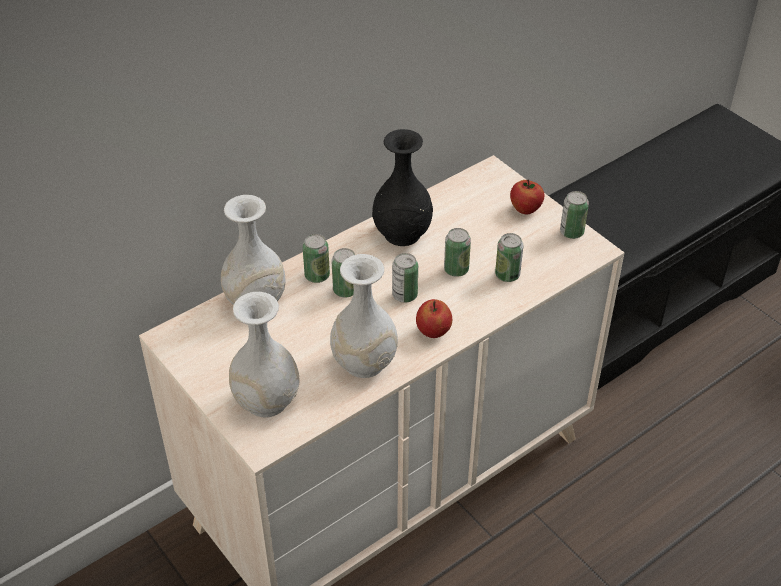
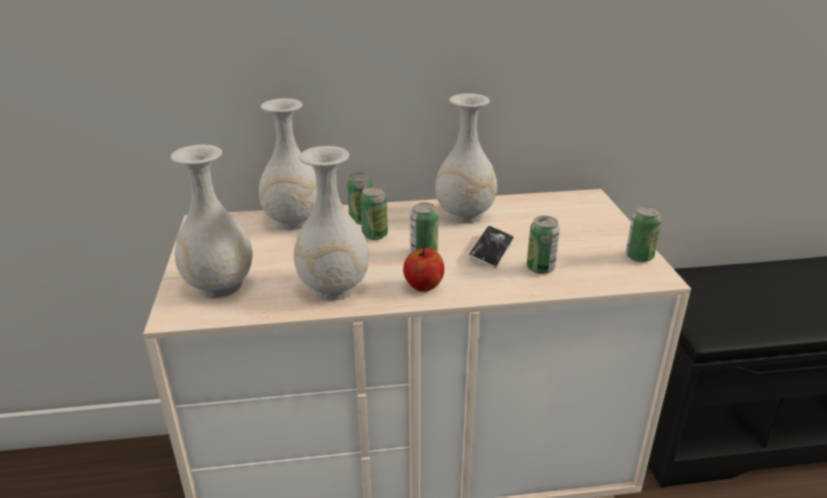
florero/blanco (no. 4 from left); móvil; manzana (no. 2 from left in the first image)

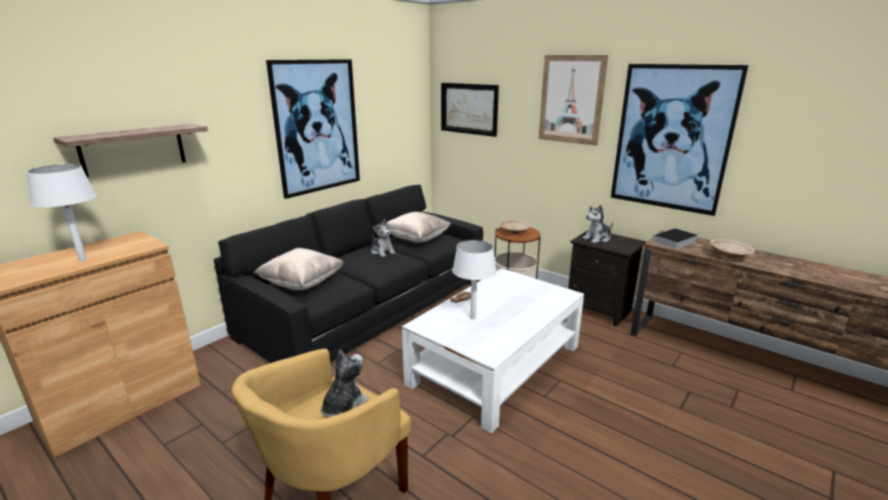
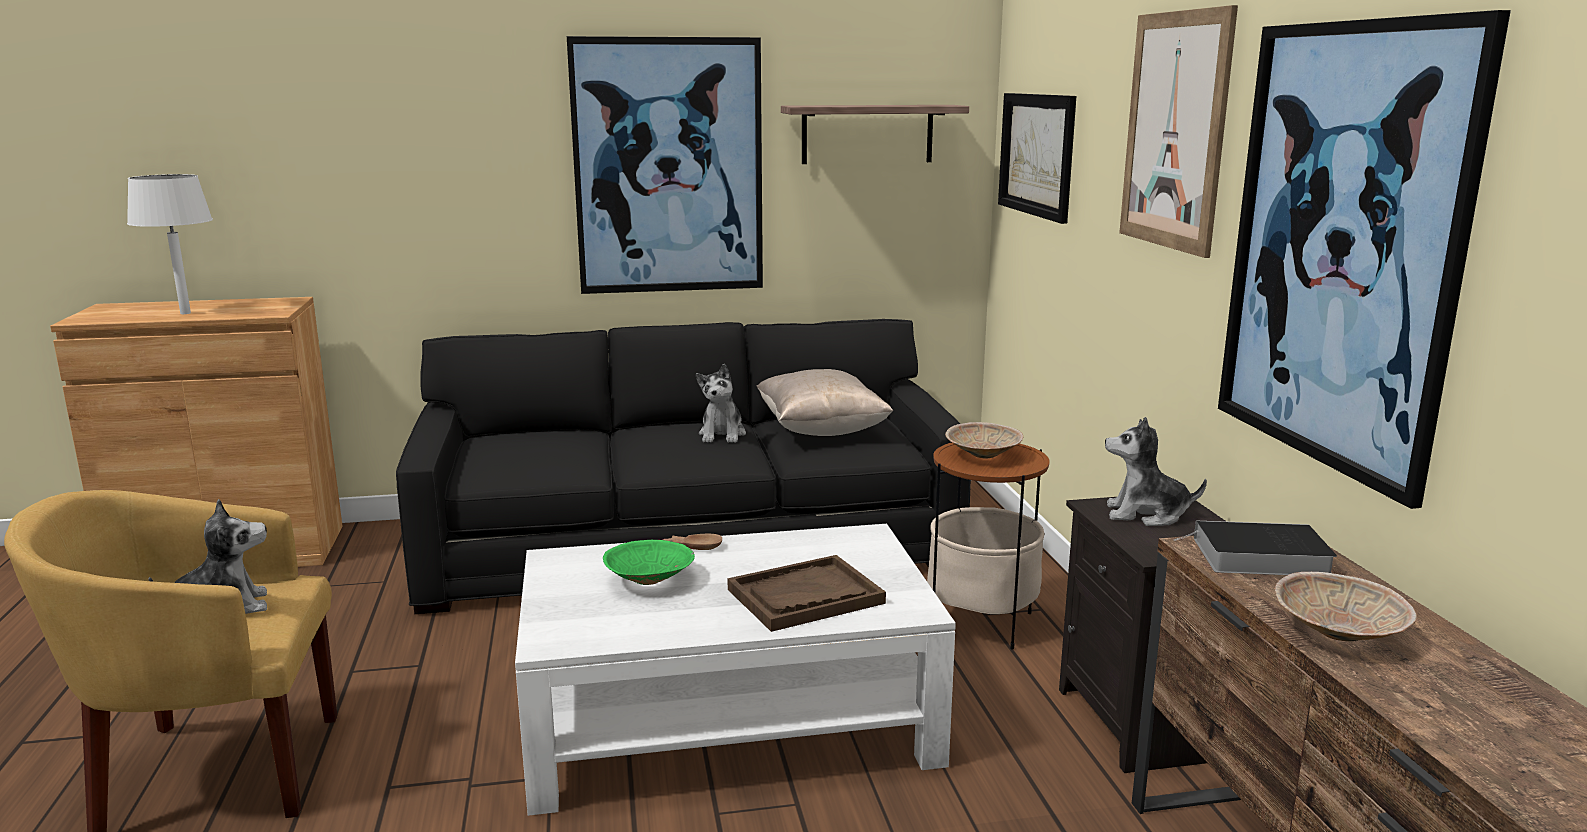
cuenco/verde; bandeja/marrón; estante; cojín/beis (no. 1 from left in the first image)

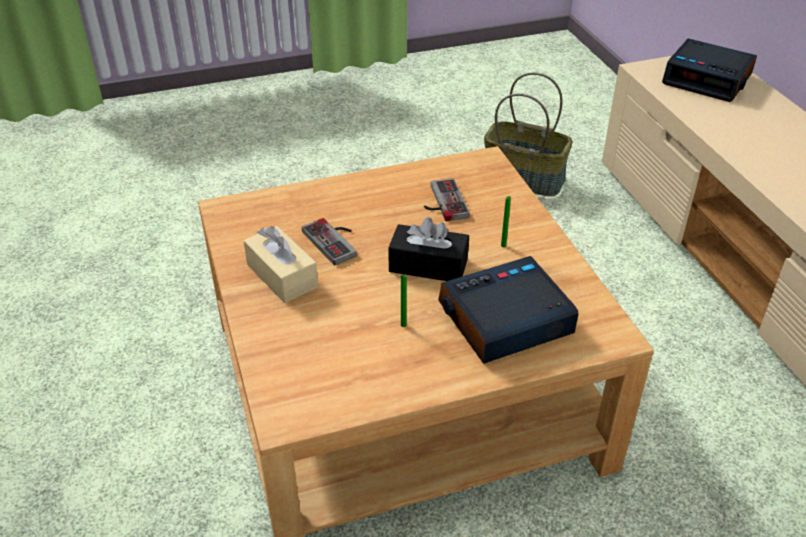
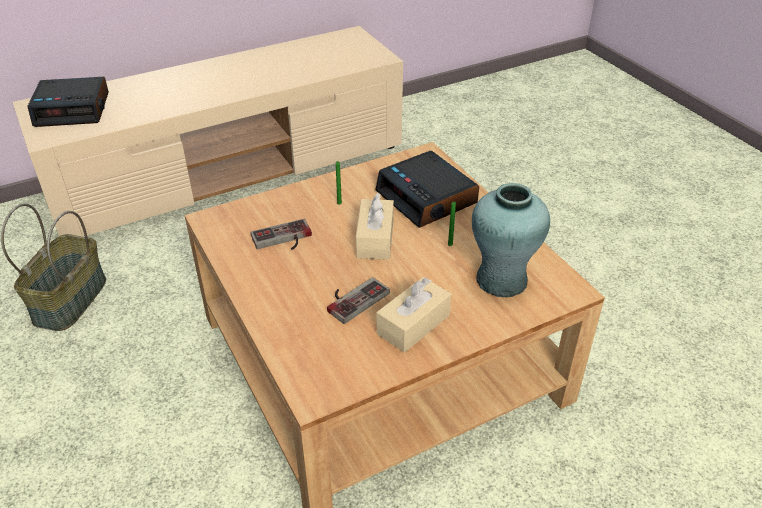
despertador (no. 1 from left); caja de pañuelos/beis (no. 1 from left); florero/turquesa

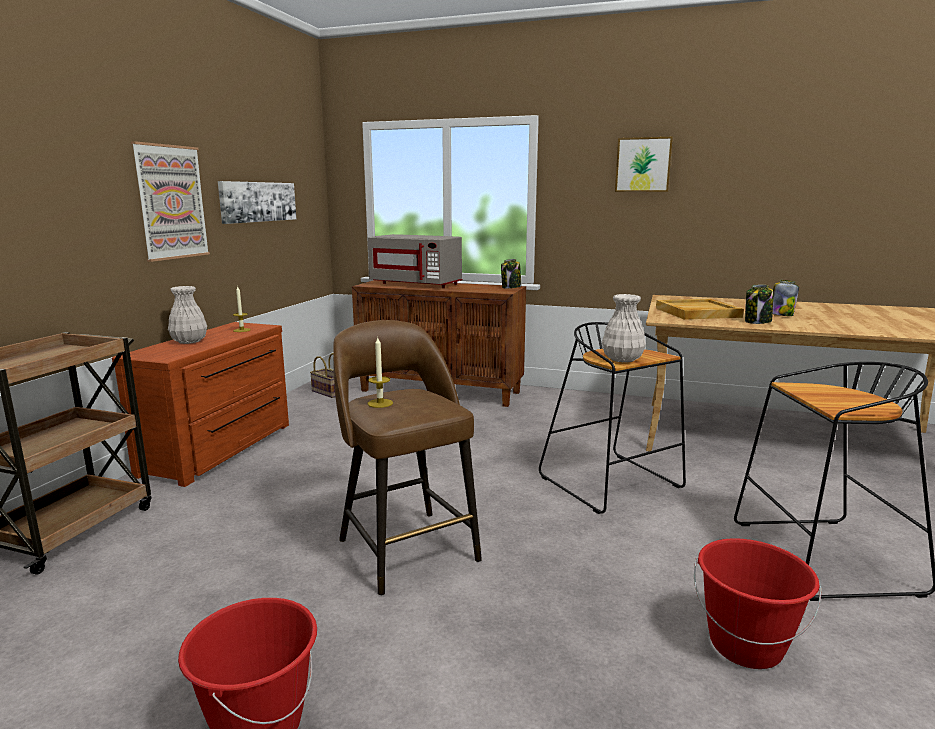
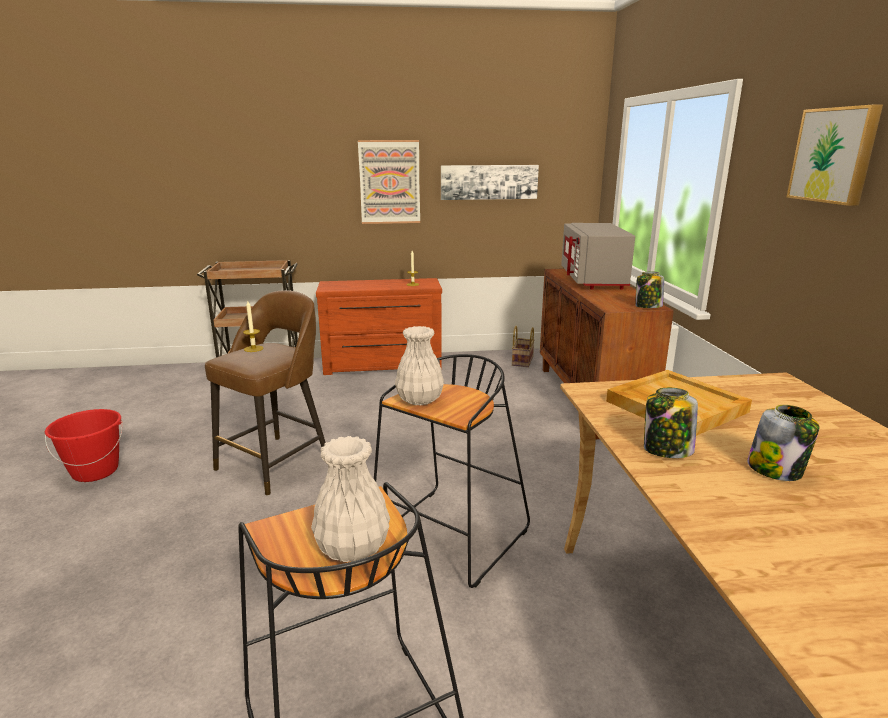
florero/blanco (no. 1 from left); cubo/rojo (no. 2 from left in the first image)

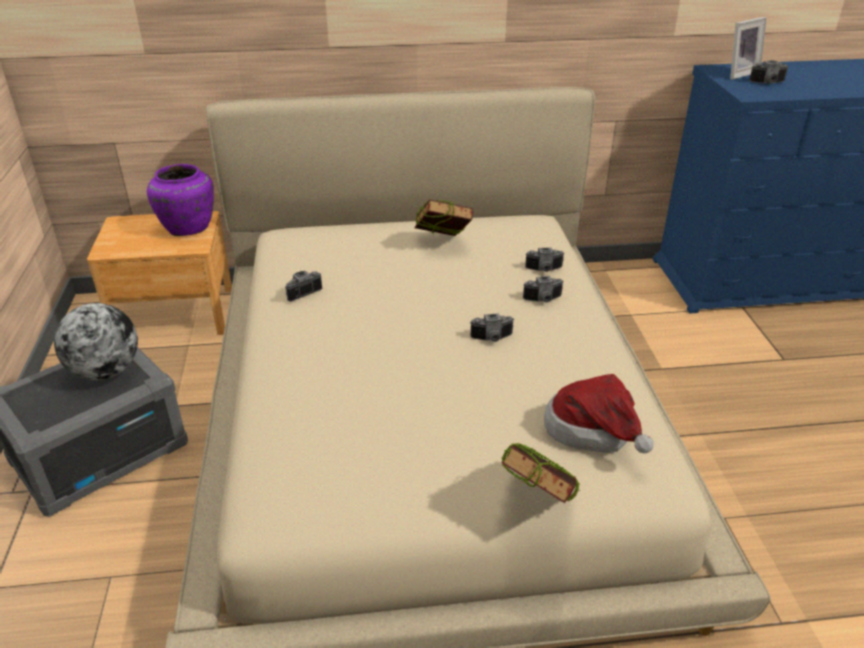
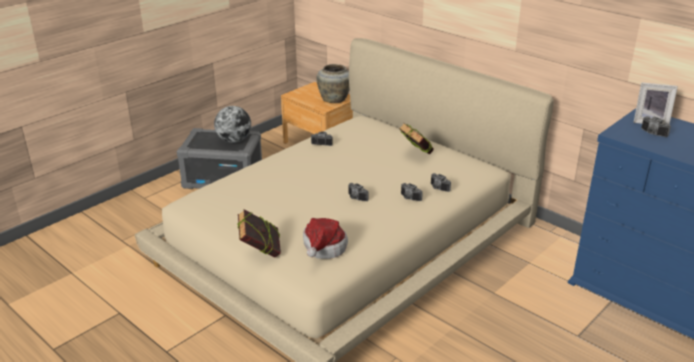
florero/beis

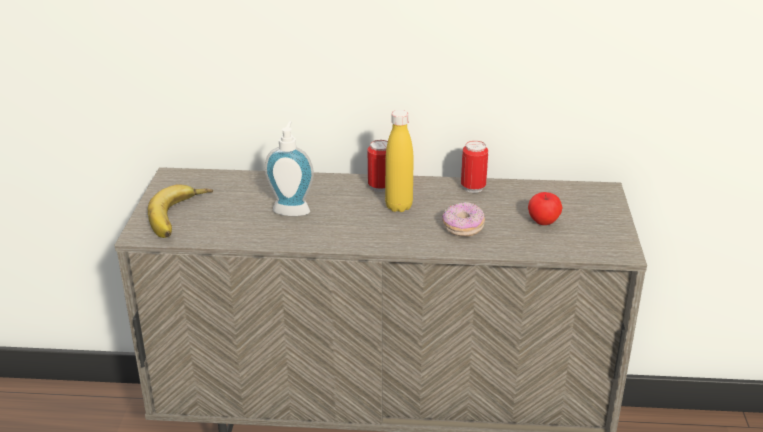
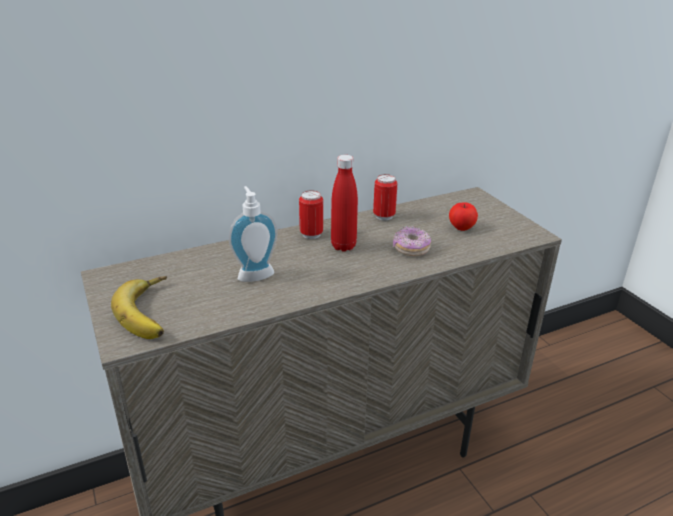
botella/rojo

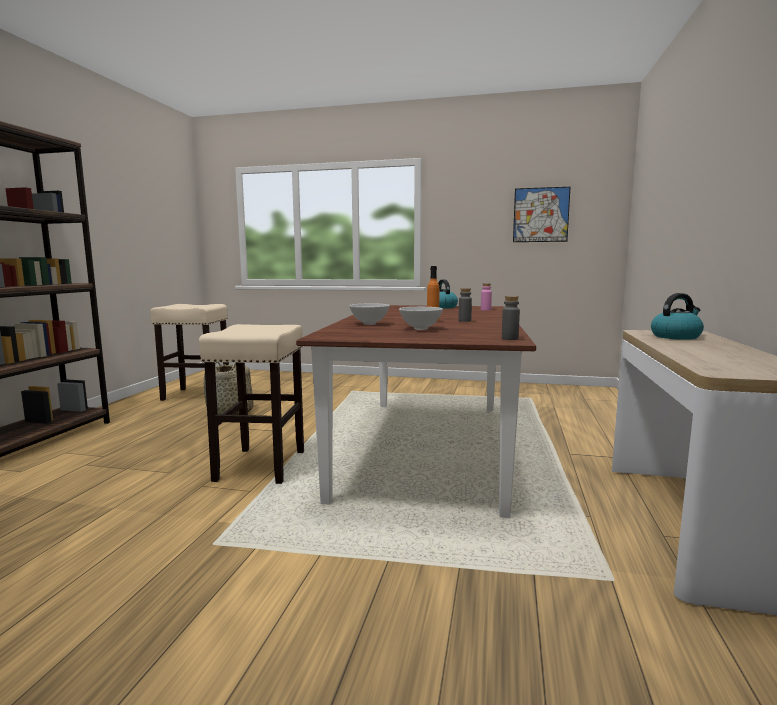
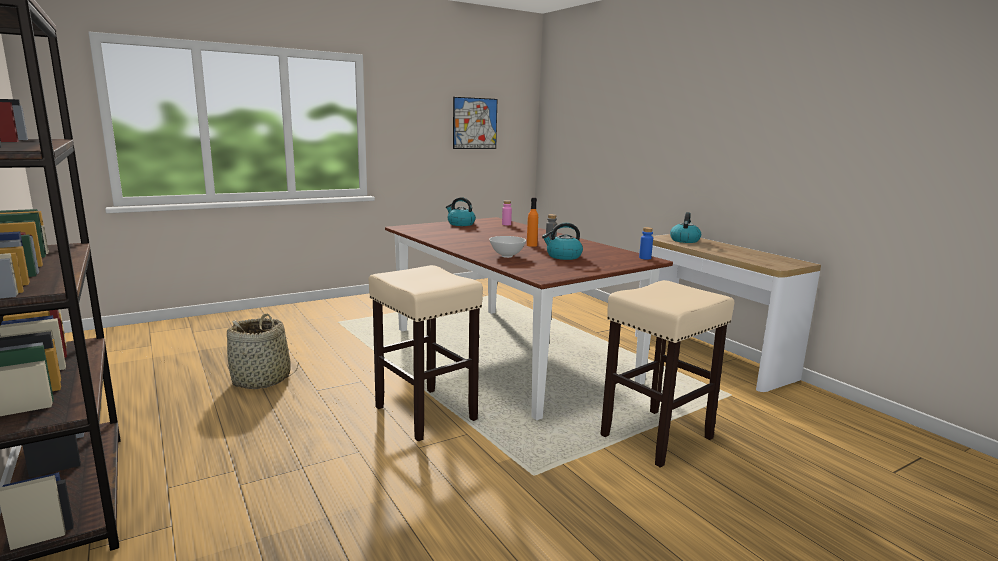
hervidor (no. 2 from left); taburete/beis (no. 2 from left); botella/azul

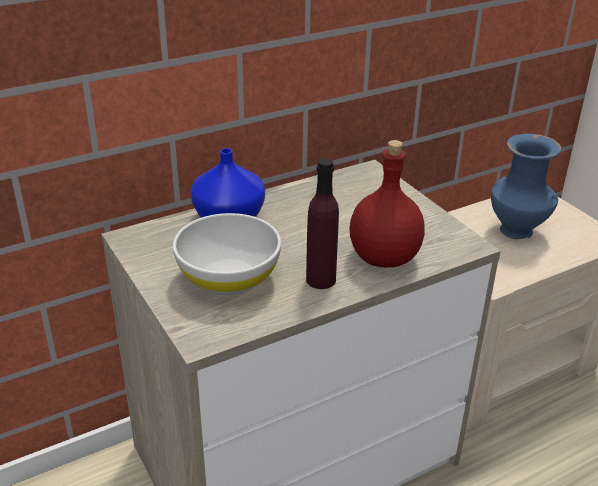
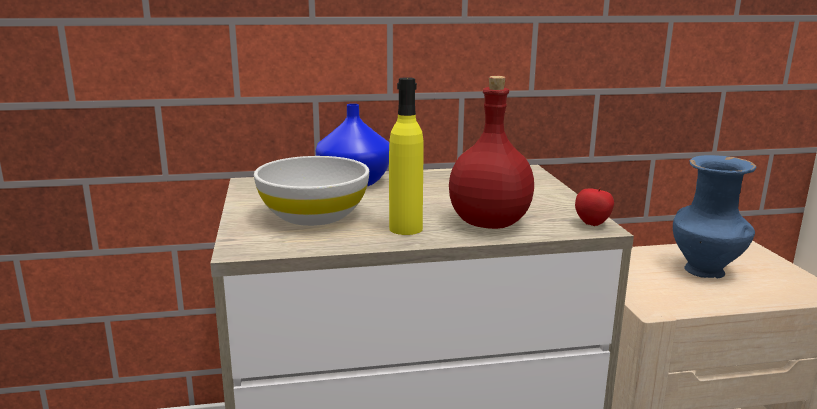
botella/amarillo; manzana

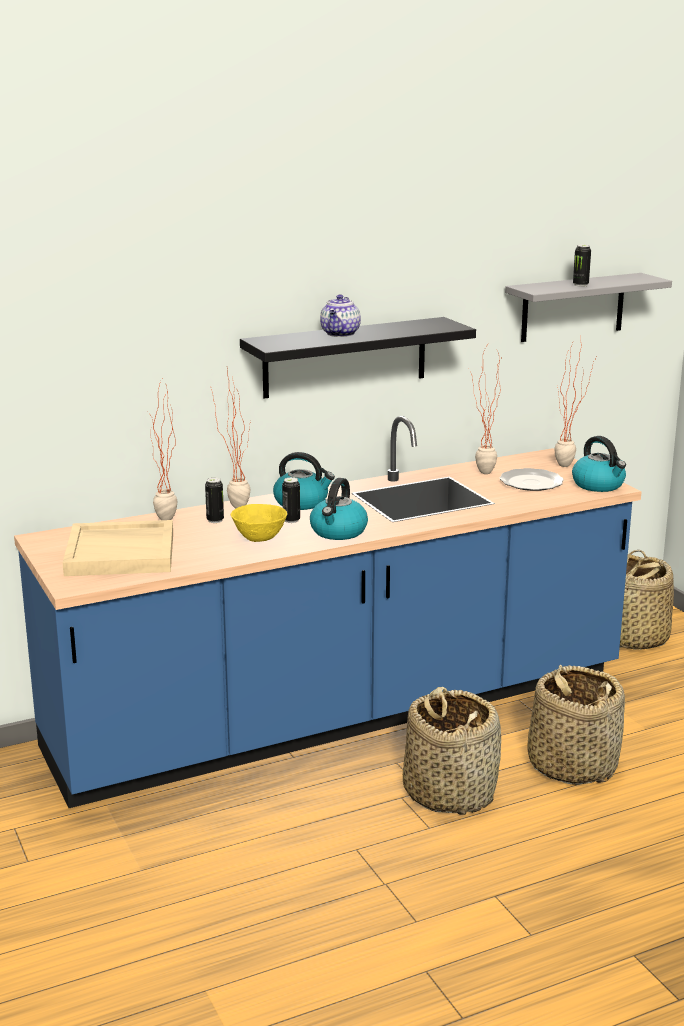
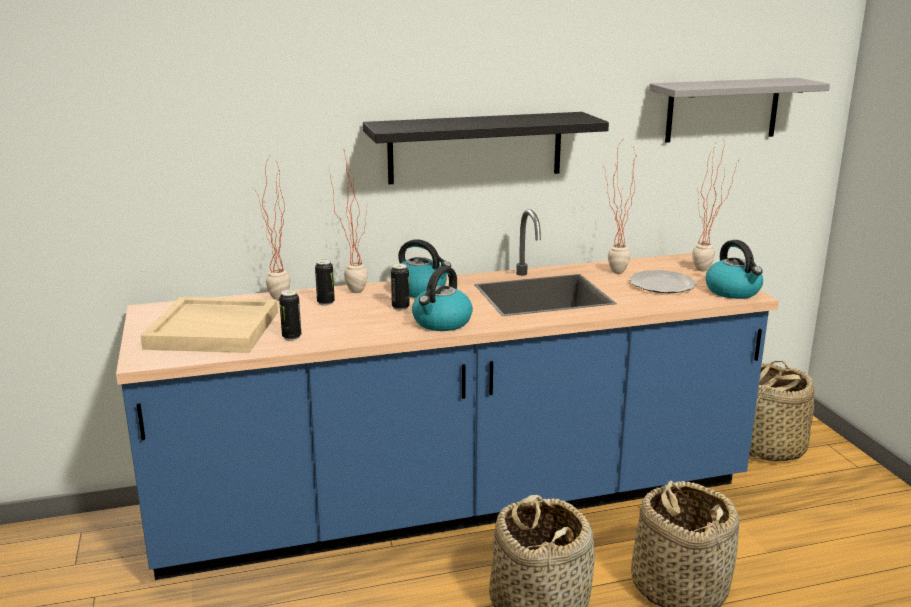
lata (no. 1 from left); cuenco/amarillo; tetera

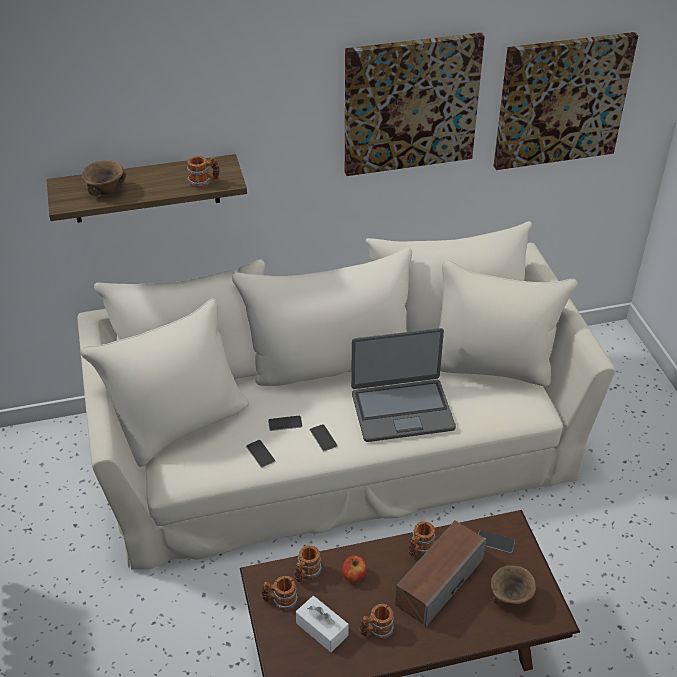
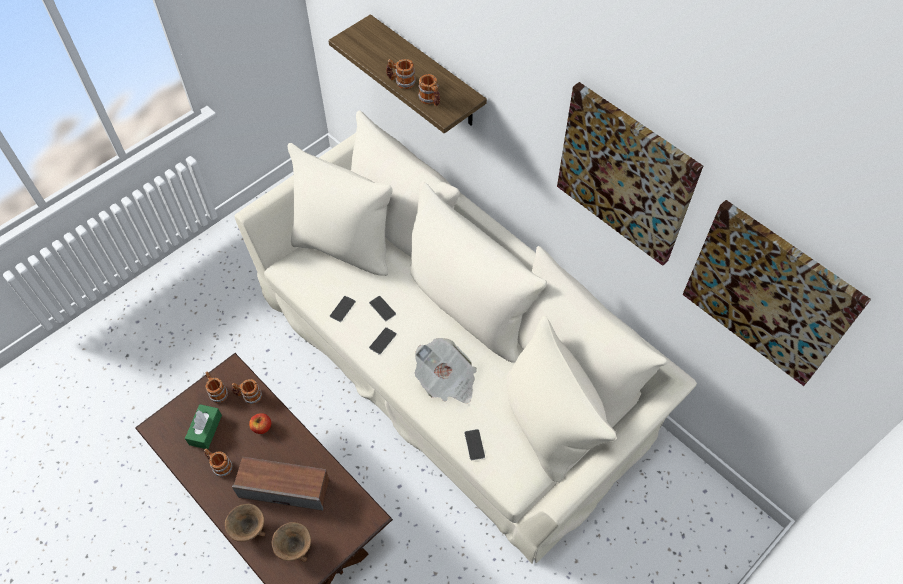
caja de pañuelos/verde; cuenco/marrón (no. 1 from left); taza grande (no. 4 from left); periódico; móvil (no. 4 from left)

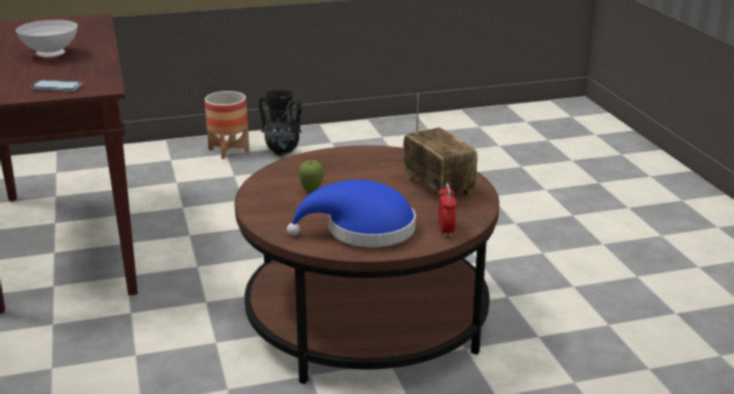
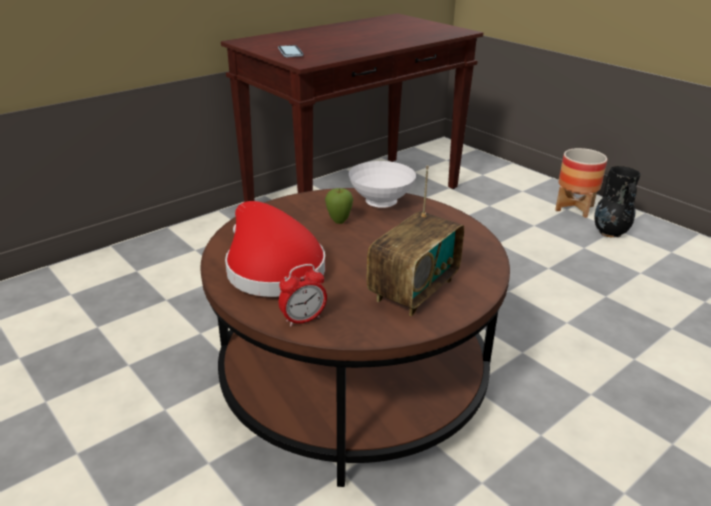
sombrero/rojo; cuenco/blanco

